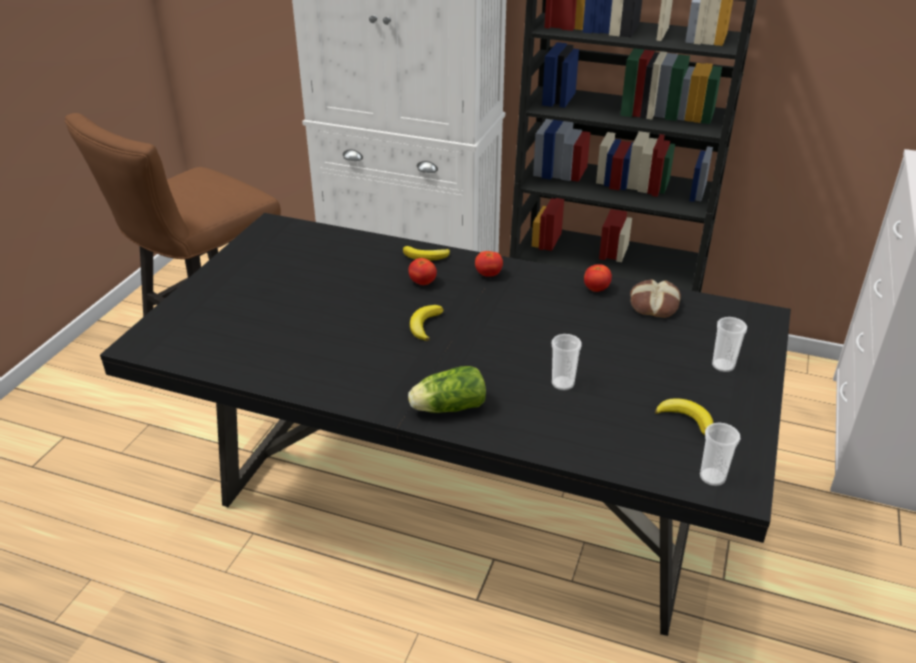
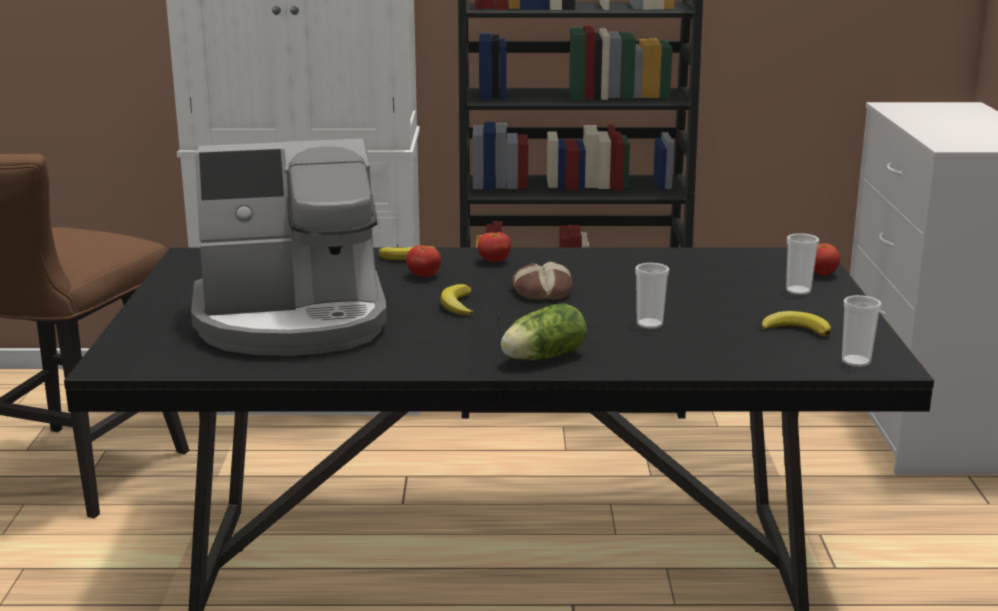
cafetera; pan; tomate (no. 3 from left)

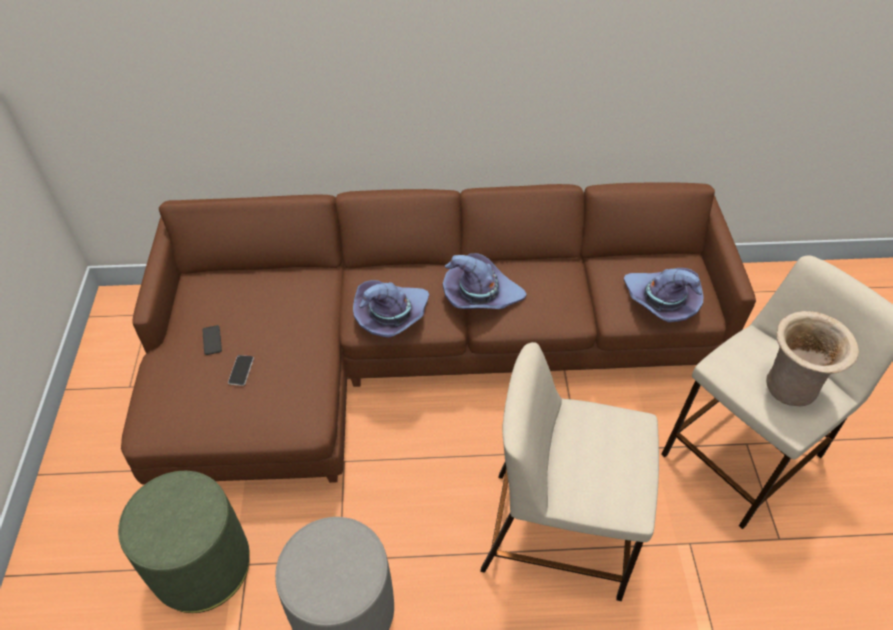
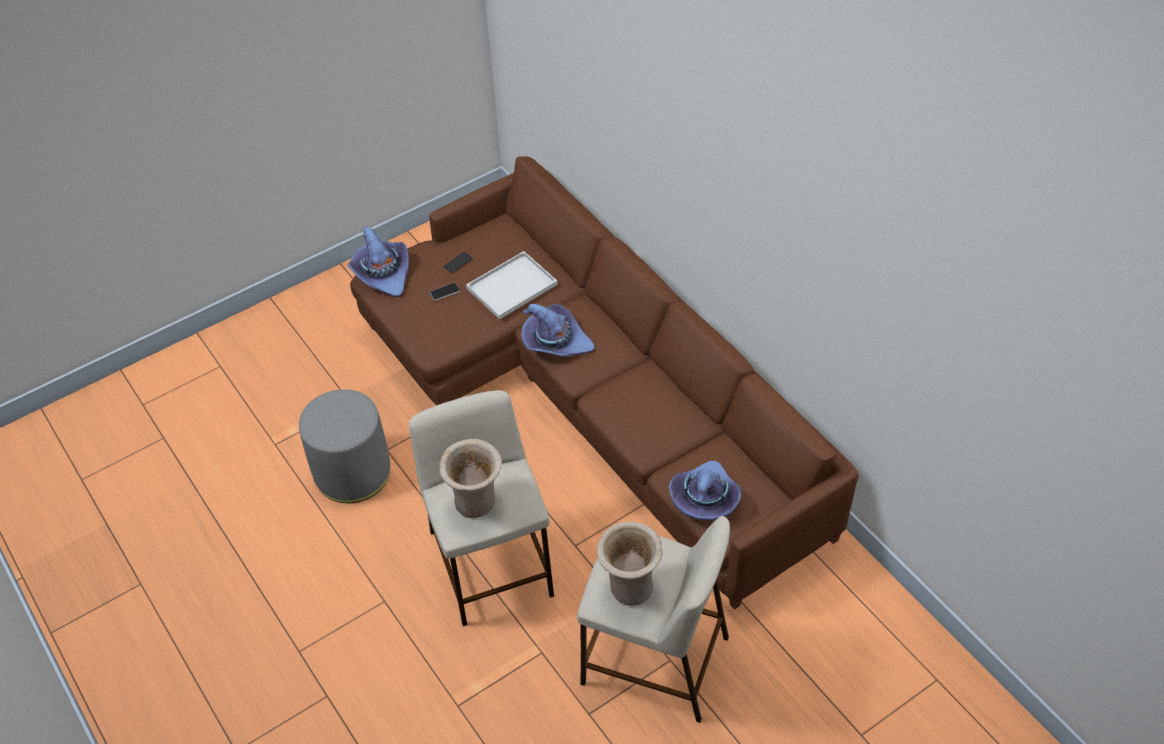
sombrero/morado (no. 1 from left); florero/beis (no. 1 from left); bandeja/blanco; puf/verde

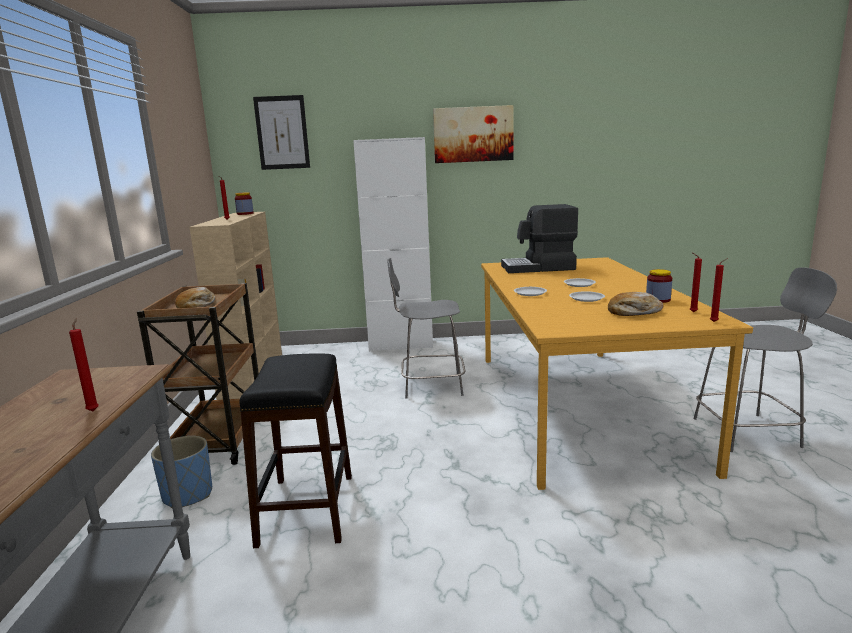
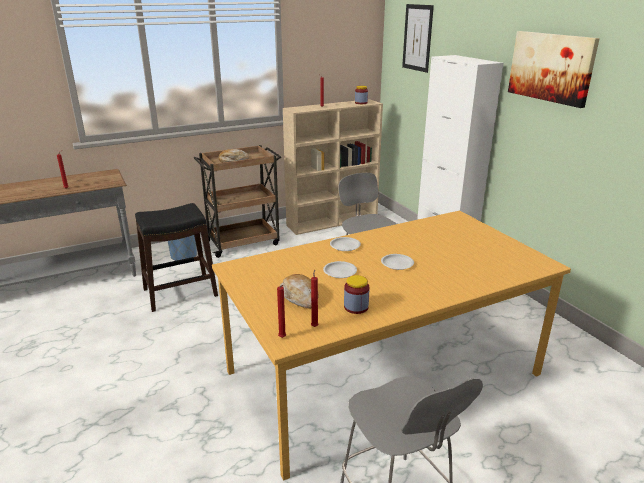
cafetera

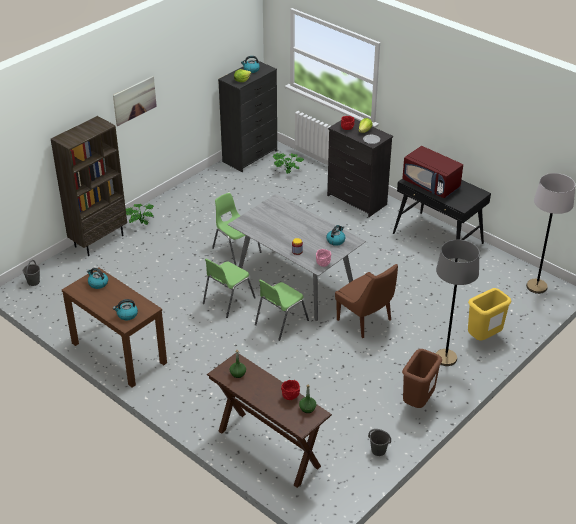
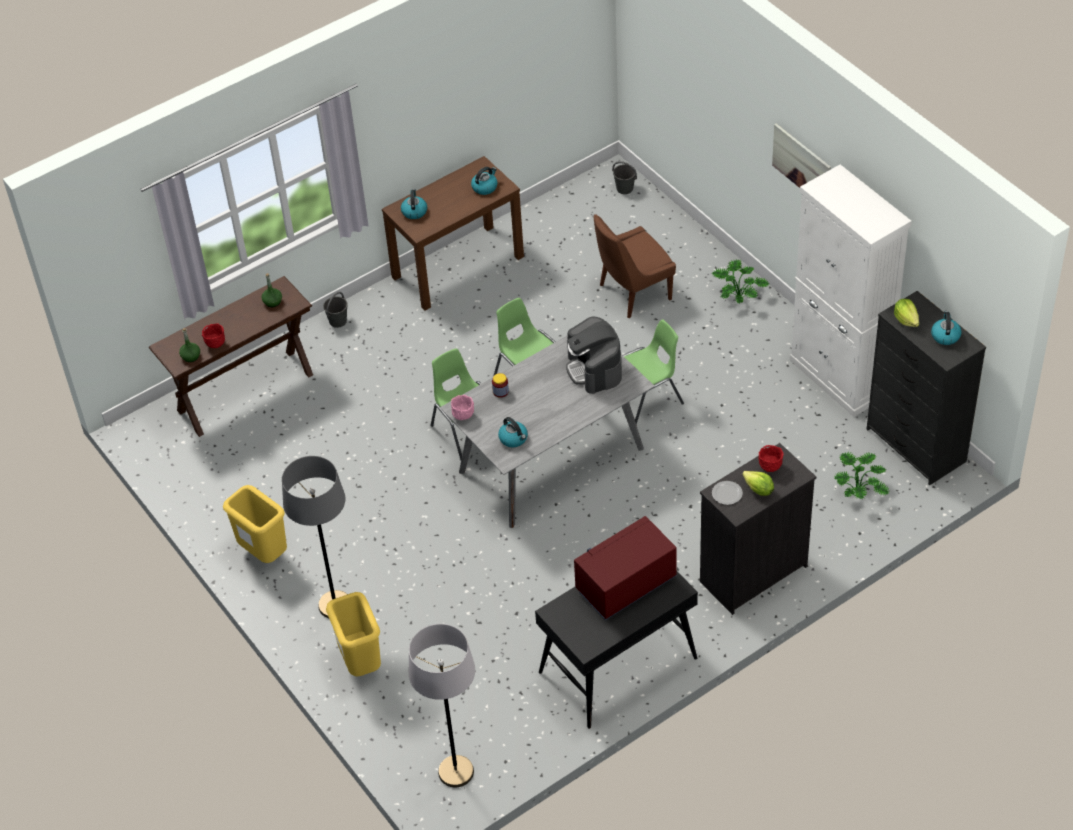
papelera/amarillo (no. 1 from left); cubo/gris (no. 1 from left); cafetera; silla/marrón; armario/blanco; estantería/marrón

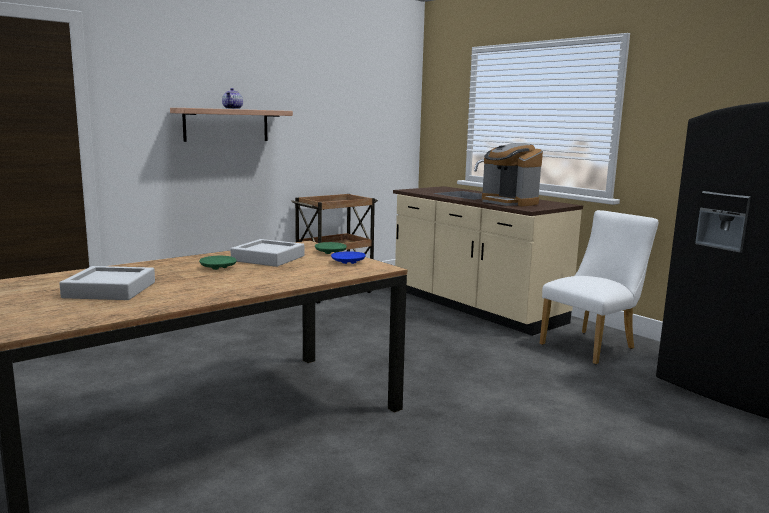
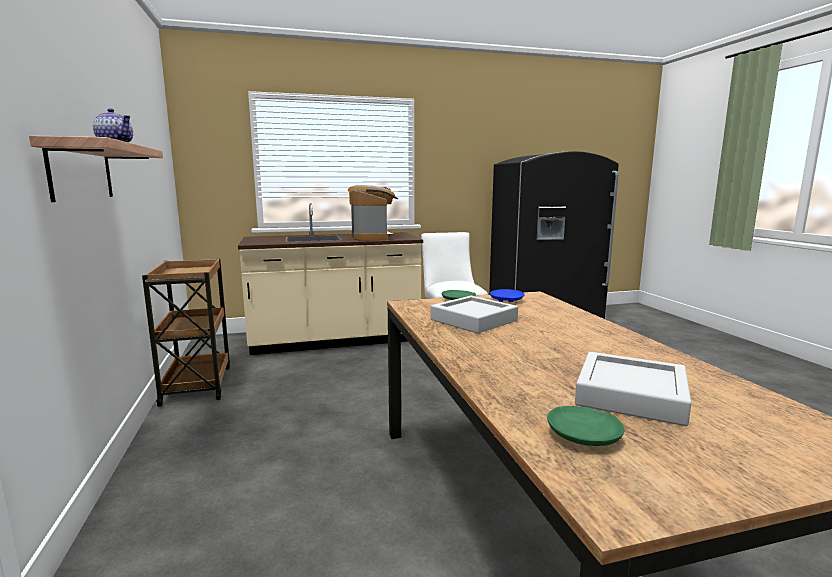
cafetera; plato/verde (no. 2 from left)

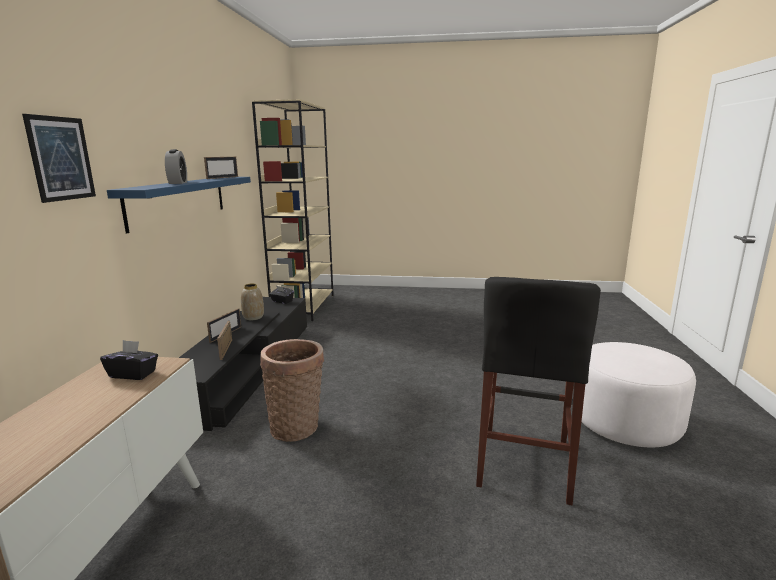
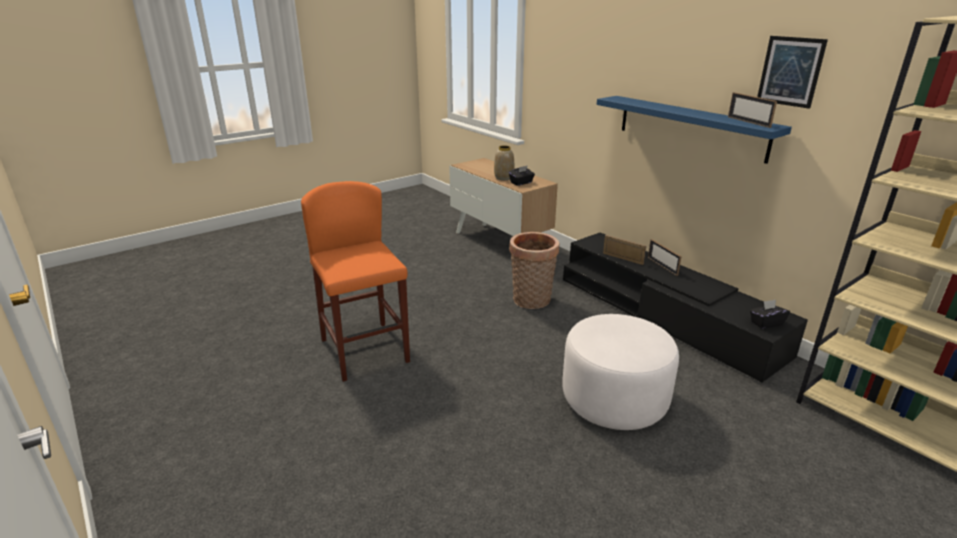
taburete/naranja; florero; puf/blanco; cuadro; despertador

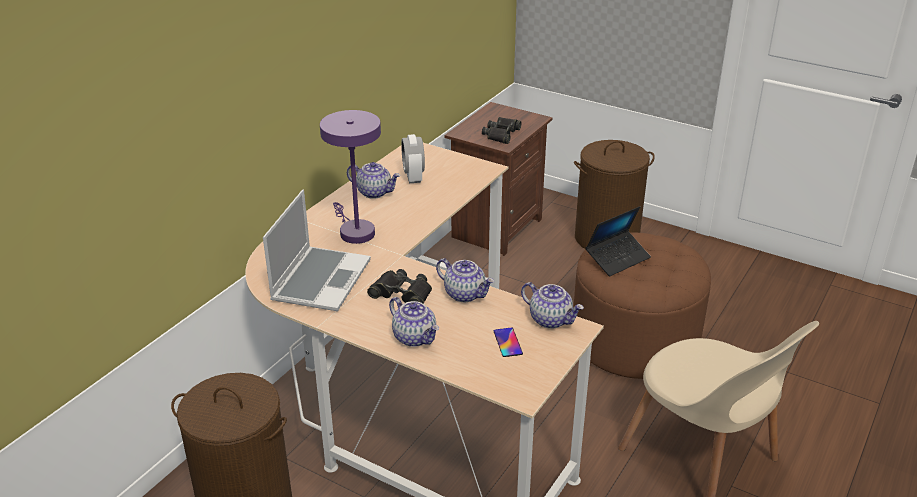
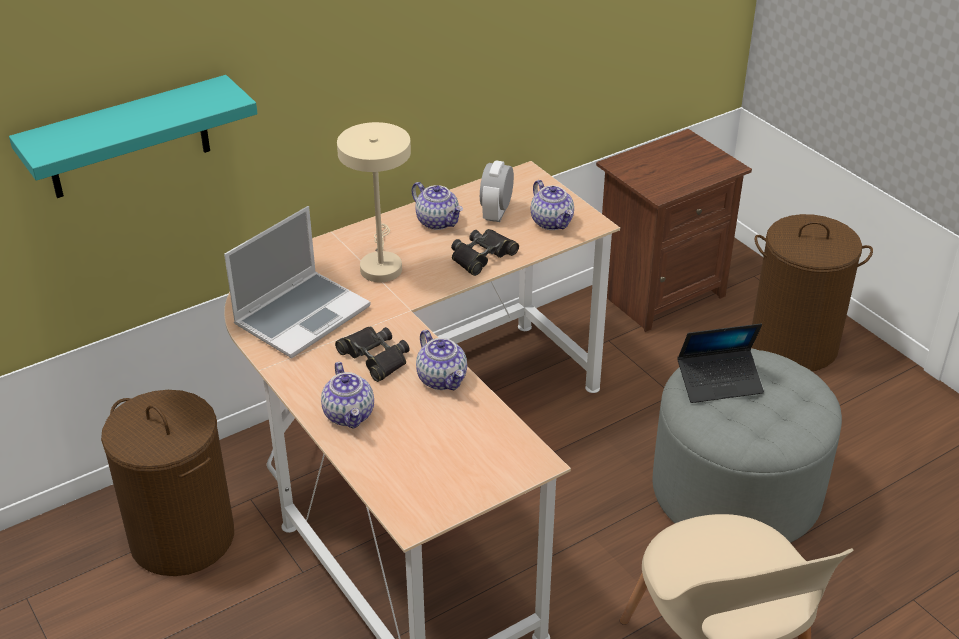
estante/turquesa; lámpara de mesa/beis; prismáticos/negro (no. 2 from left); tetera (no. 4 from left); puf/gris; móvil

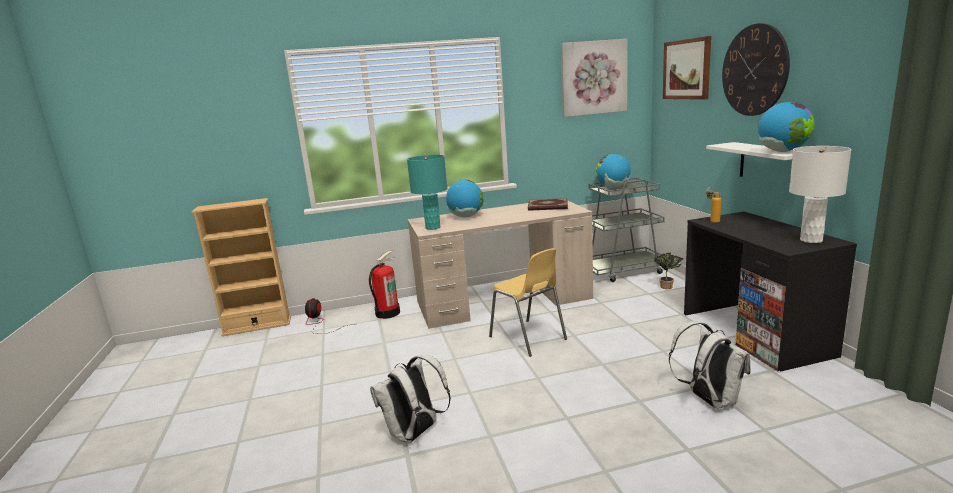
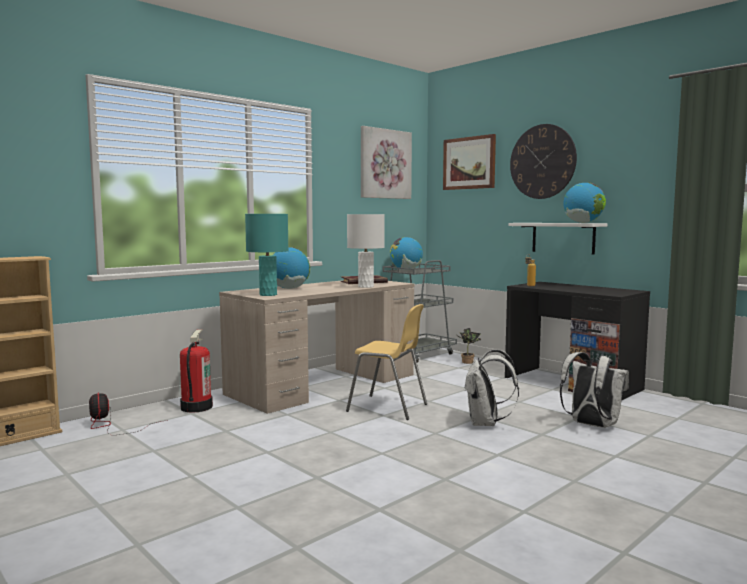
lámpara de mesa/blanco; mochila/blanco (no. 1 from left)

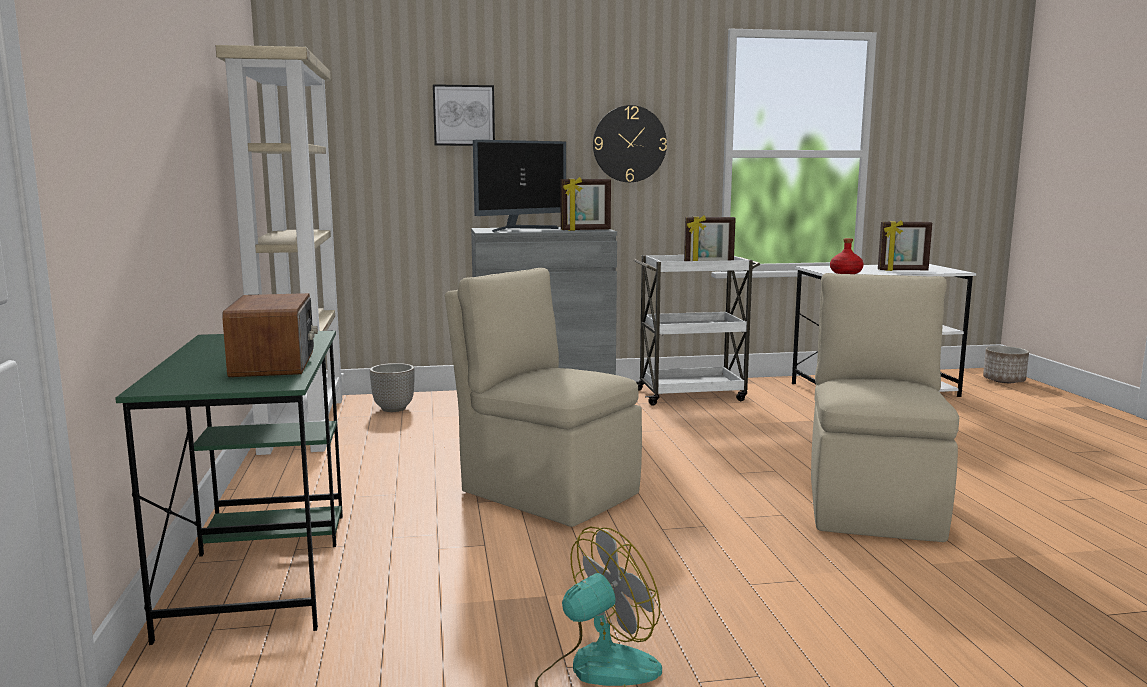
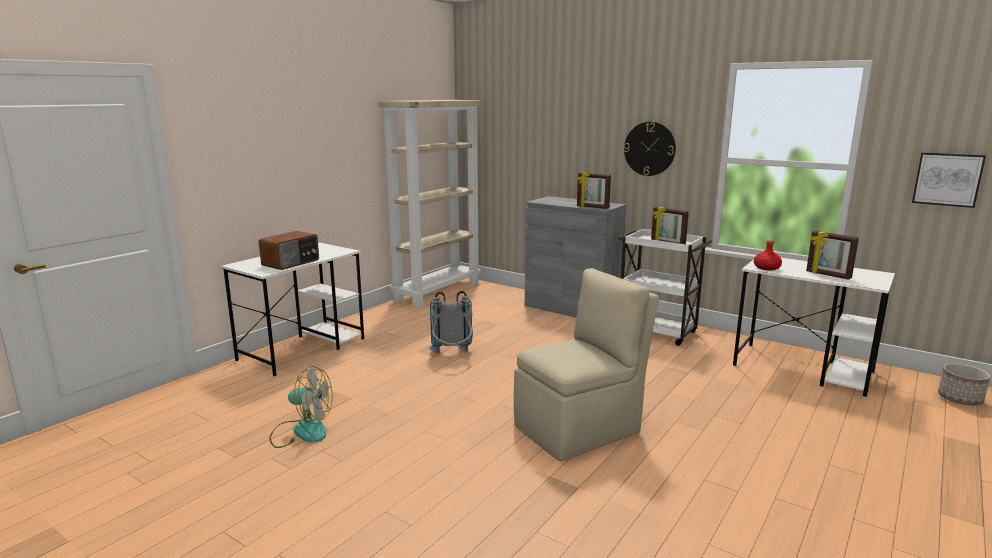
escritorio/blanco (no. 1 from left); mochila/gris; cuadro; maceta (no. 1 from left in the first image); monitor

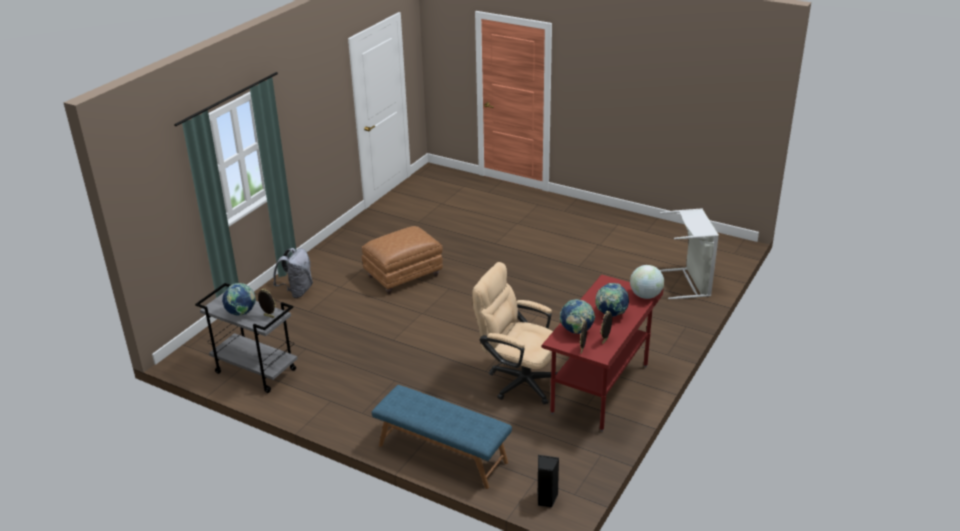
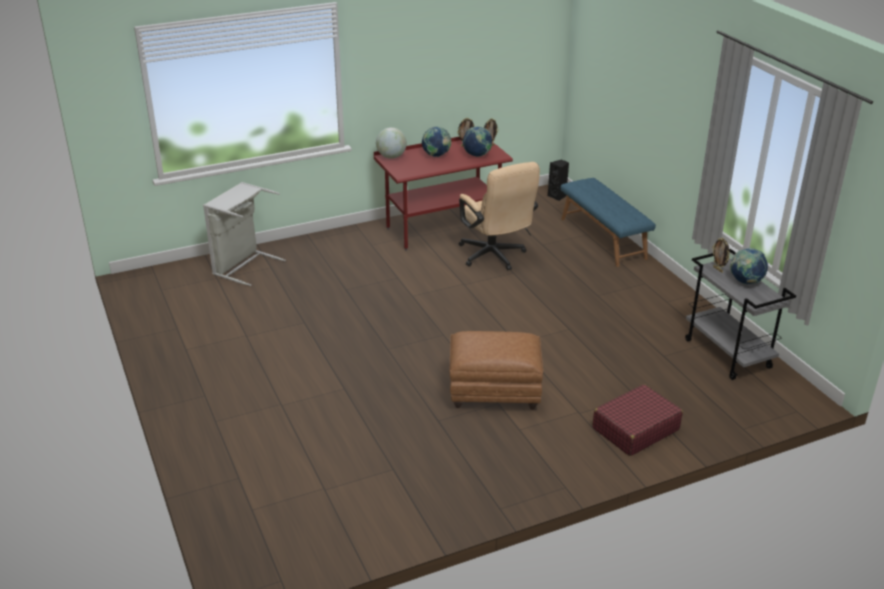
maleta/rojo

